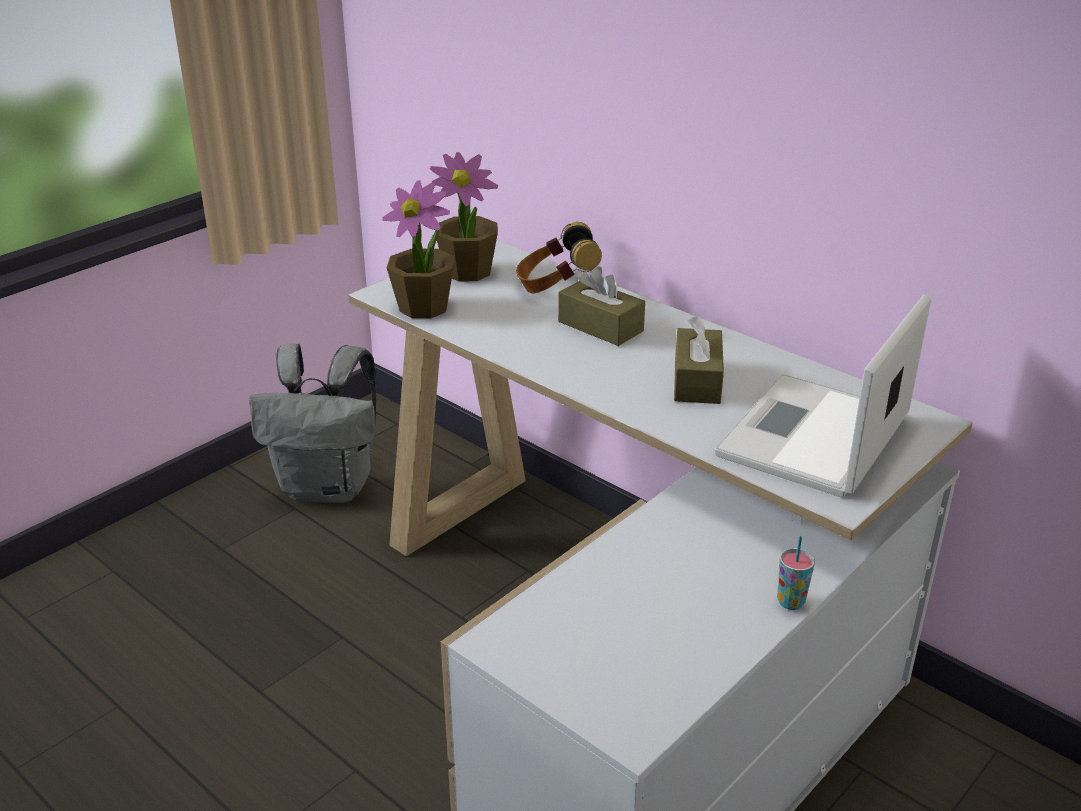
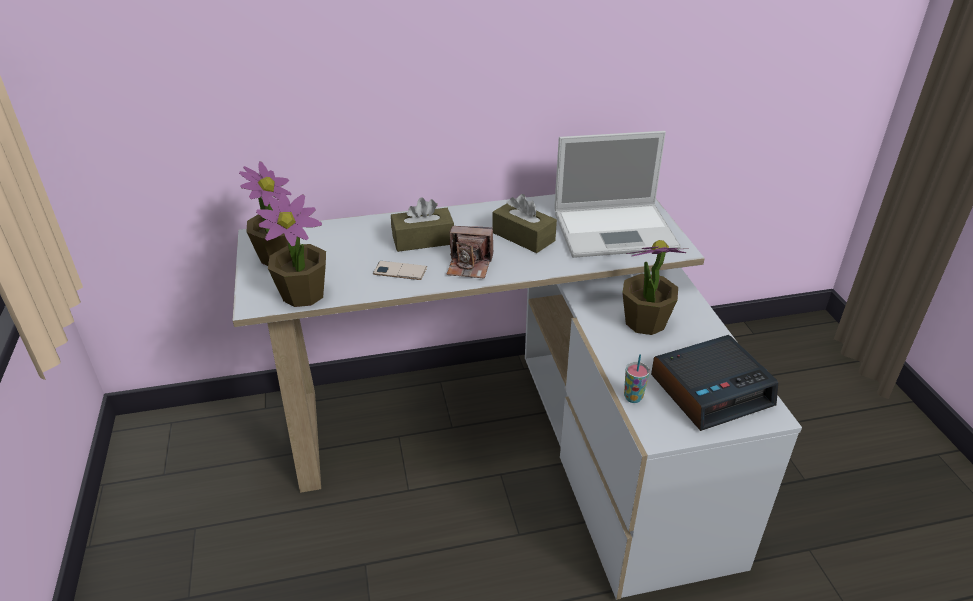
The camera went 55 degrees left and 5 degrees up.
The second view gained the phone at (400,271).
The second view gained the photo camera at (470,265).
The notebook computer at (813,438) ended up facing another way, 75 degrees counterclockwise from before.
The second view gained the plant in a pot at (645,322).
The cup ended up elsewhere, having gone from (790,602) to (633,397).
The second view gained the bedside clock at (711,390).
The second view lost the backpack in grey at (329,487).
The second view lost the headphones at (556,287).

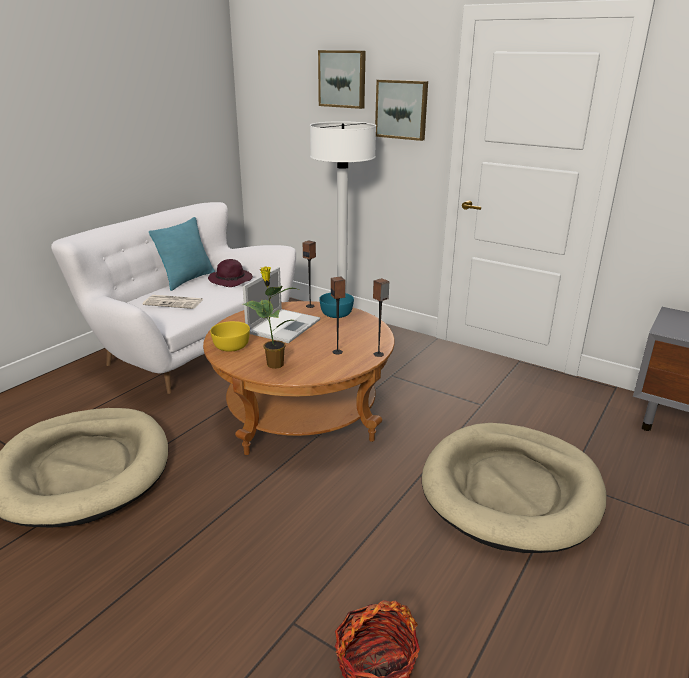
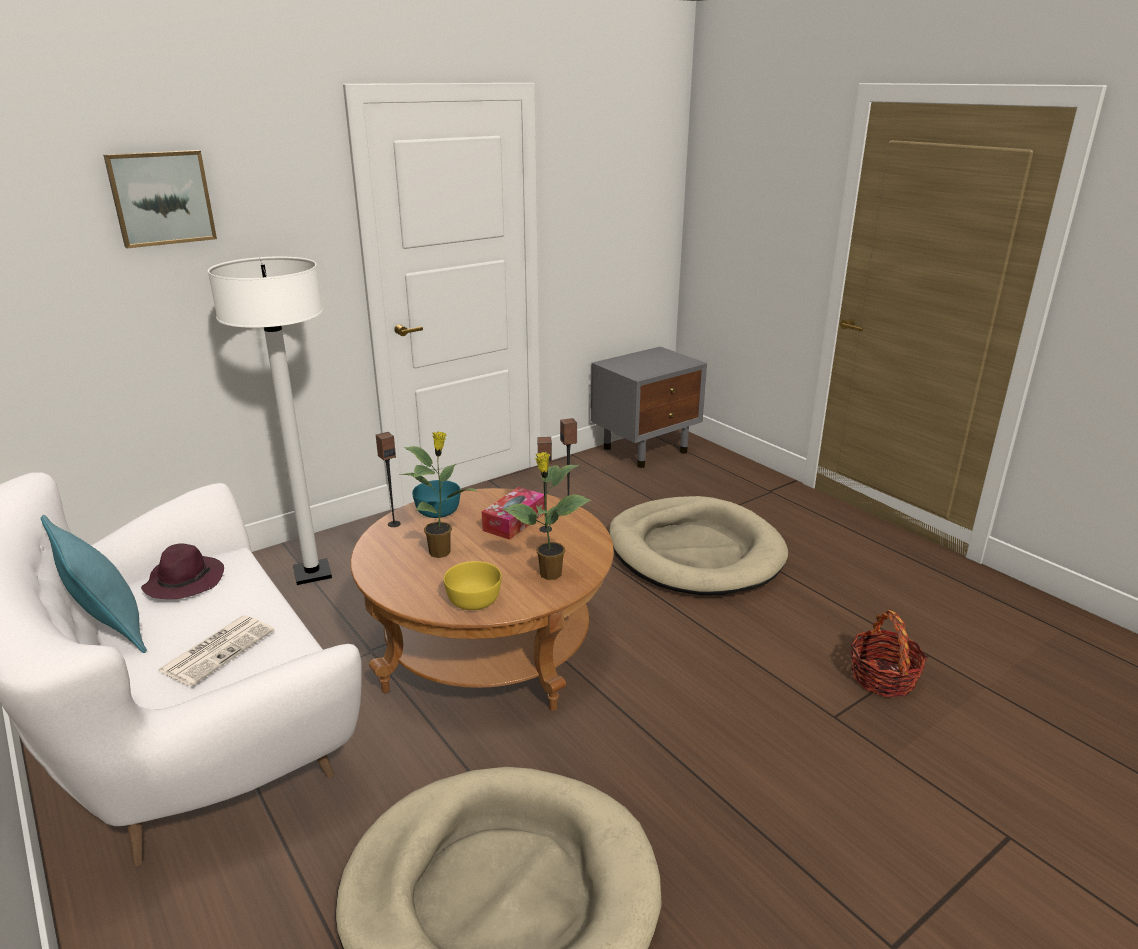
The camera went 70 degrees left and 0 degrees up.
Where the notebook computer stood at (284,325), the plant in a pot came to stand at (441,552).
The second view gained the box of tissues at (514,521).
The second view lost the wall art at (402,109).

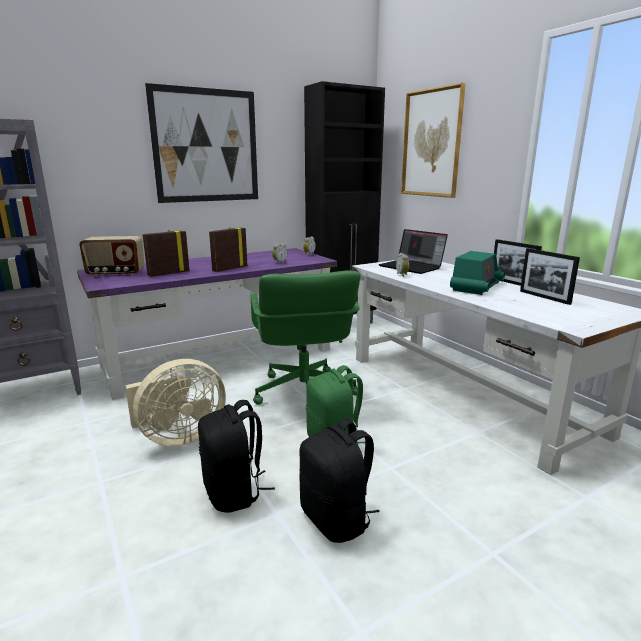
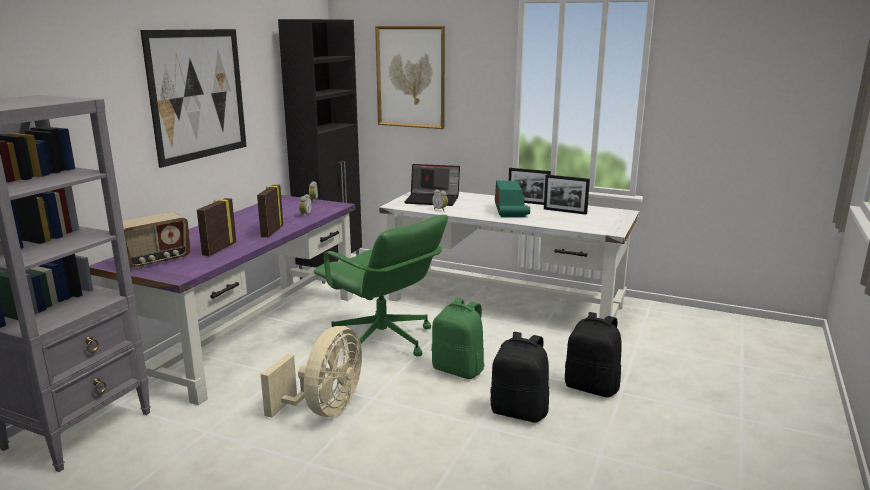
The camera went 35 degrees left and 0 degrees up.
The backpack in blackish ended up elsewhere, having gone from (234,492) to (592,387).

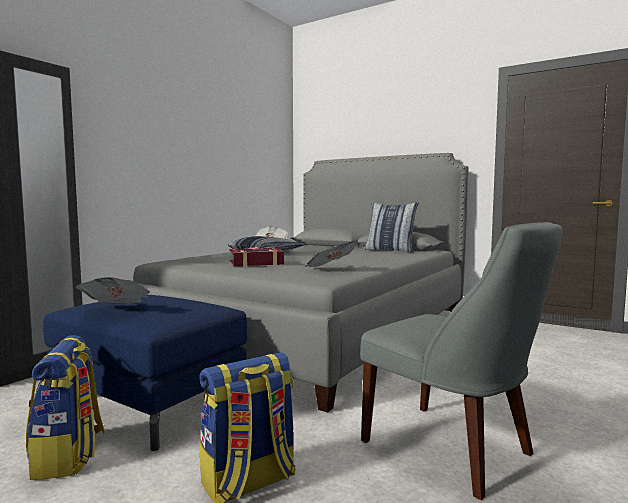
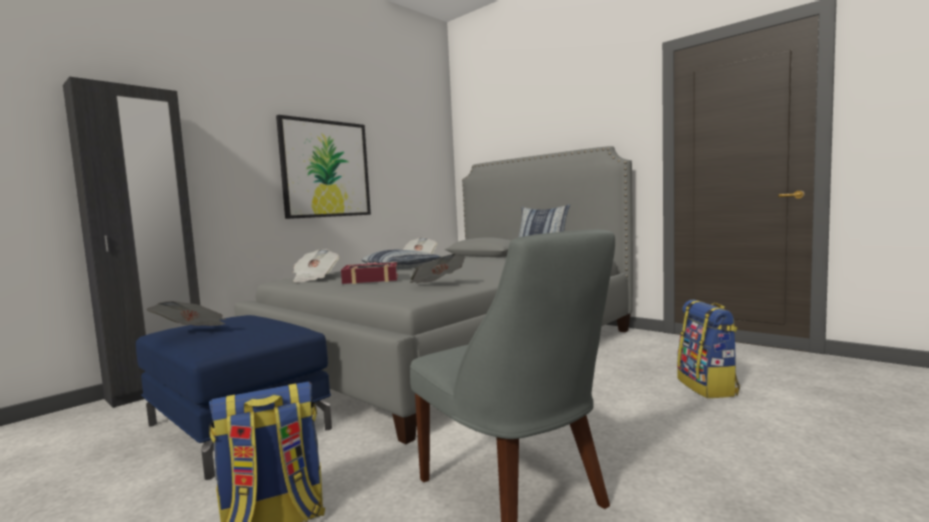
The camera went 10 degrees right and 0 degrees up.
The second view gained the wall art at (325,169).
The second view gained the printed paper at (314,278).
The backpack ended up elsewhere, having gone from (69,456) to (708,387).

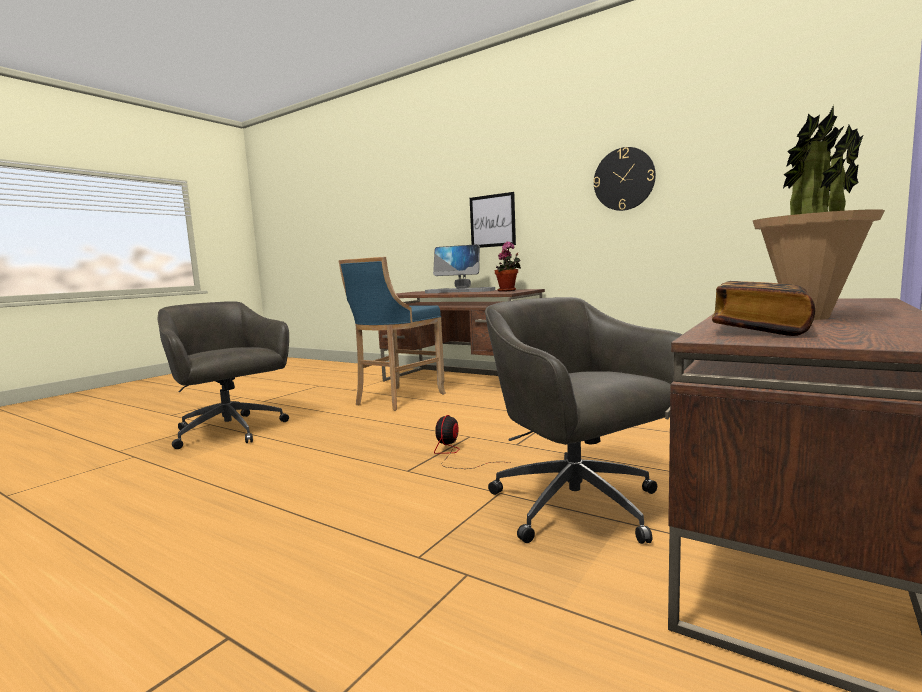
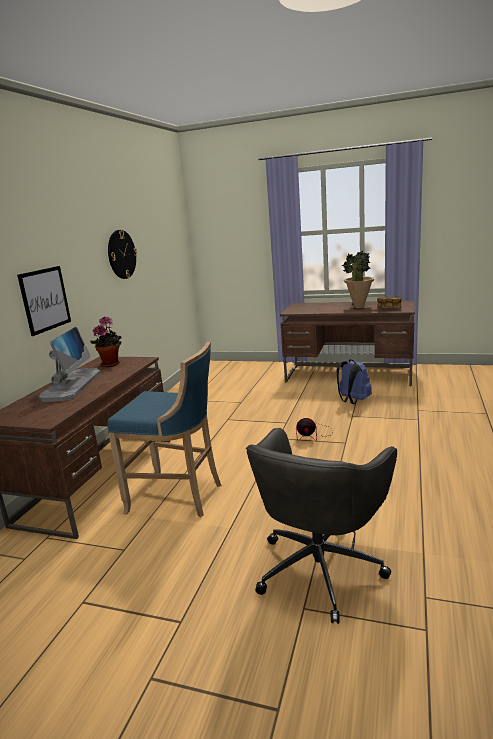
The camera went 105 degrees left and 10 degrees up.
Where the office chair in grey stood at (579,507), the backpack in blue-coloured came to stand at (352,401).

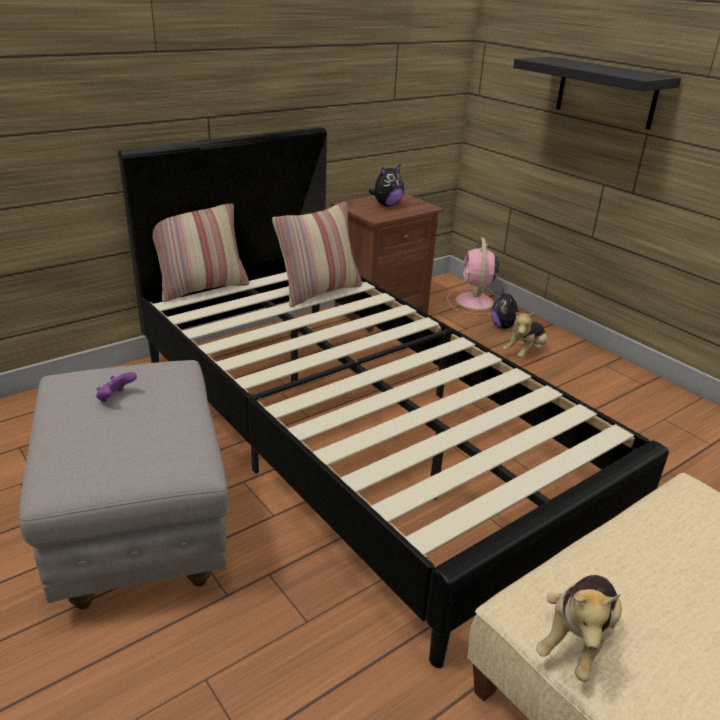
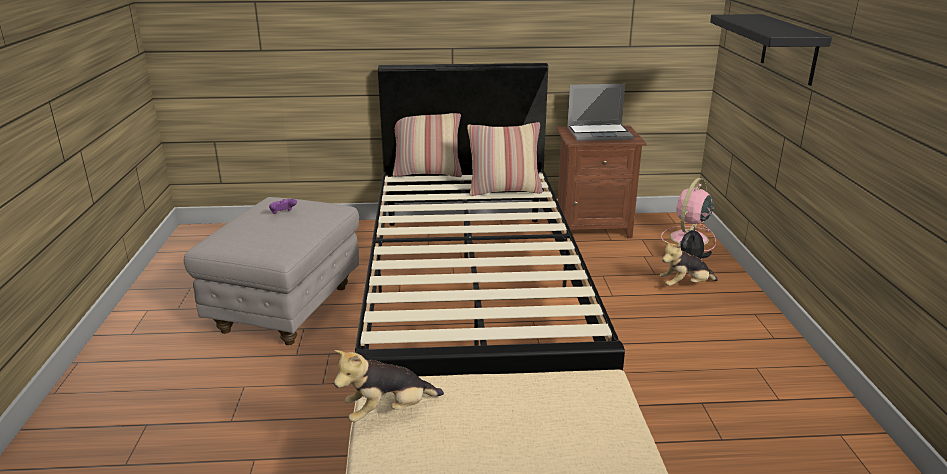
The camera went 35 degrees right and 5 degrees down.
Where the soft toy stood at (386,205), the notebook computer came to stand at (599,134).

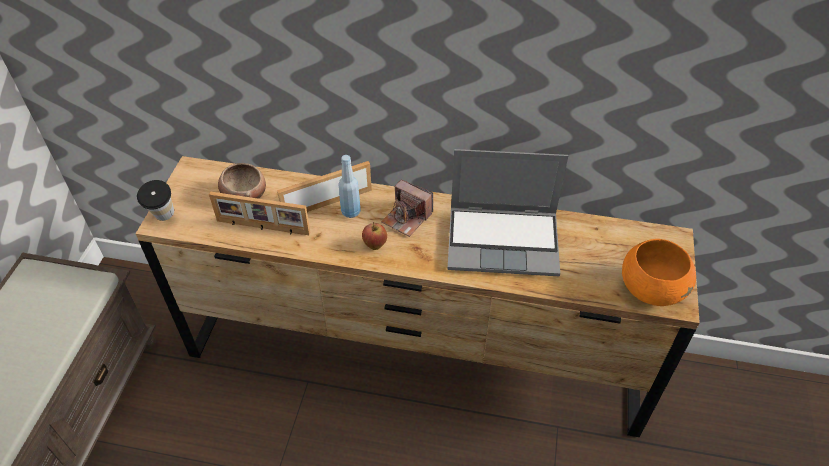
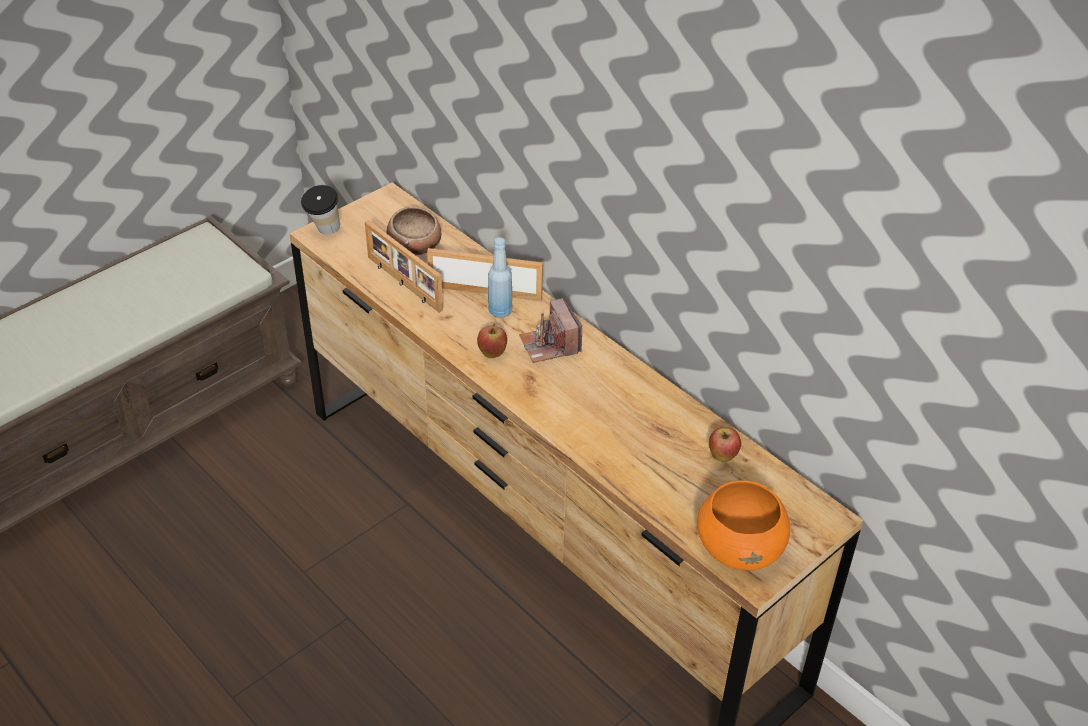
The camera went 35 degrees right and 5 degrees down.
The second view gained the apple at (722,457).
The second view lost the notebook computer at (504,241).

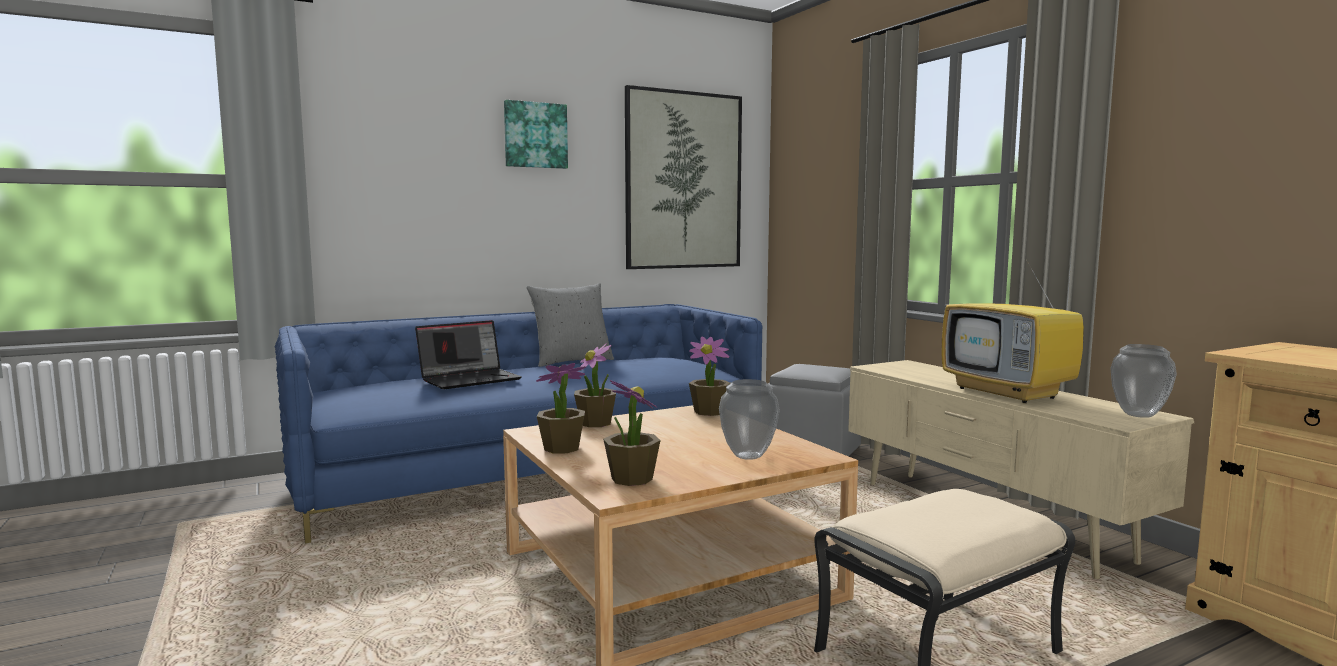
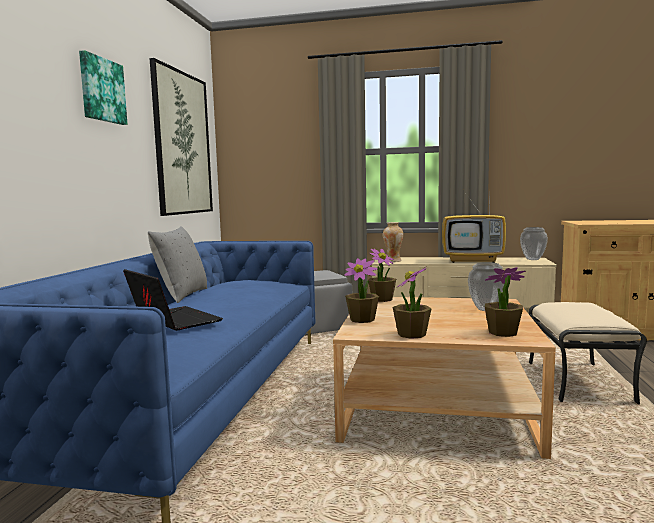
The camera went 50 degrees left and 0 degrees up.
The notebook computer at (470,379) ended up facing another way, 45 degrees counterclockwise from before.
The second view gained the decorative vase at (393,261).

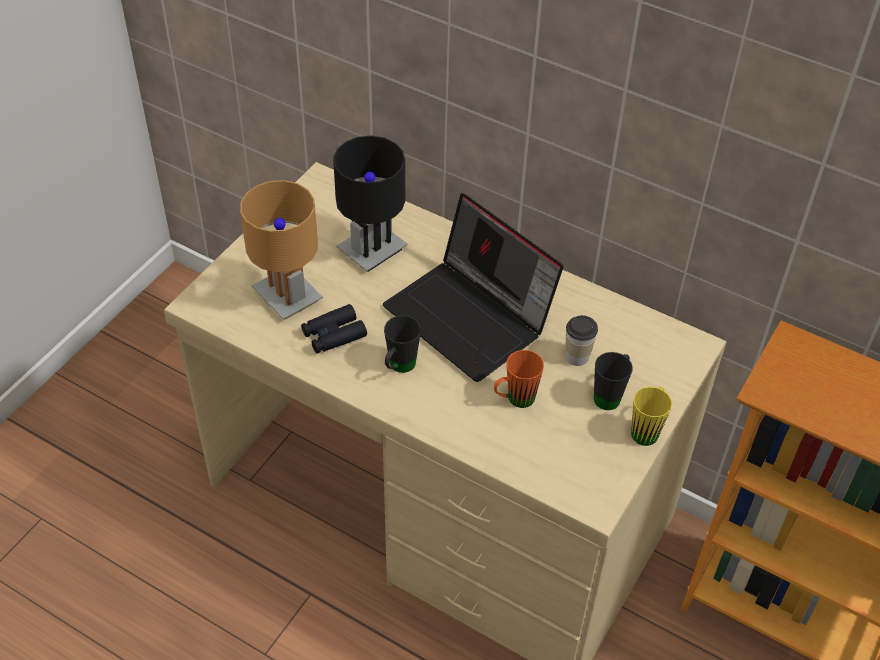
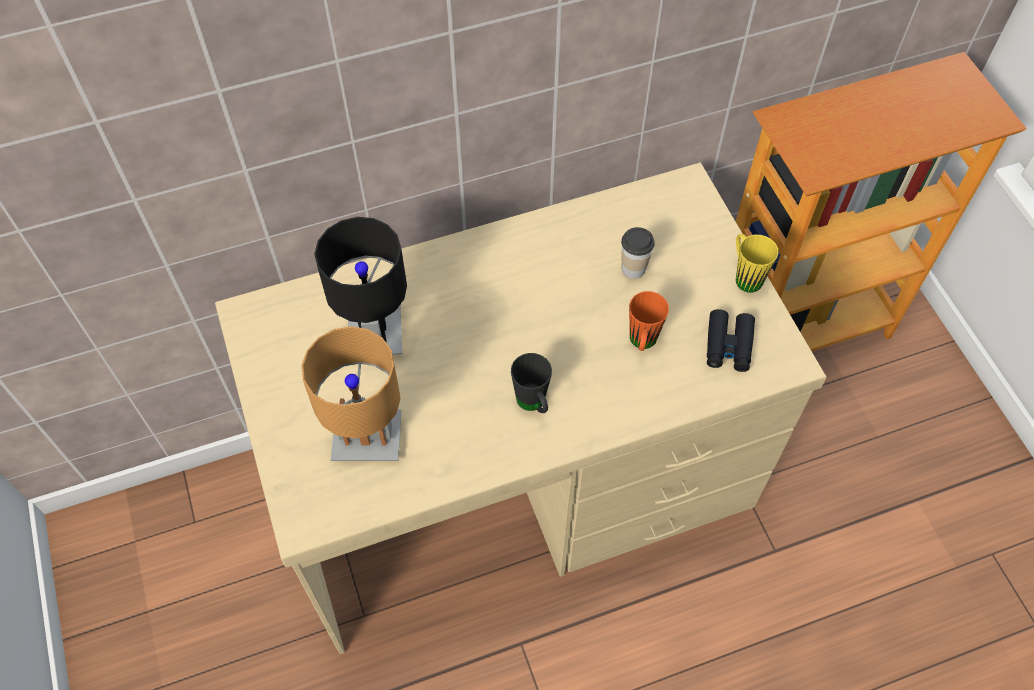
The camera went 50 degrees left and 10 degrees up.
The pair of binoculars in blackish ended up elsewhere, having gone from (334,335) to (728,345).
The second view lost the notebook computer at (471,317).
The second view lost the mug in blackish at (610,395).

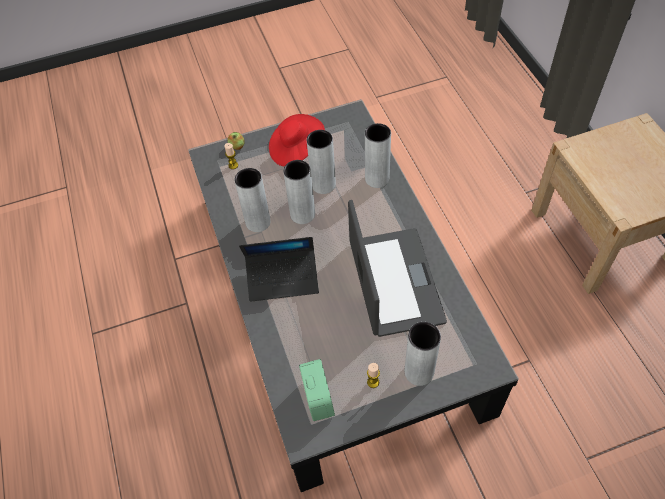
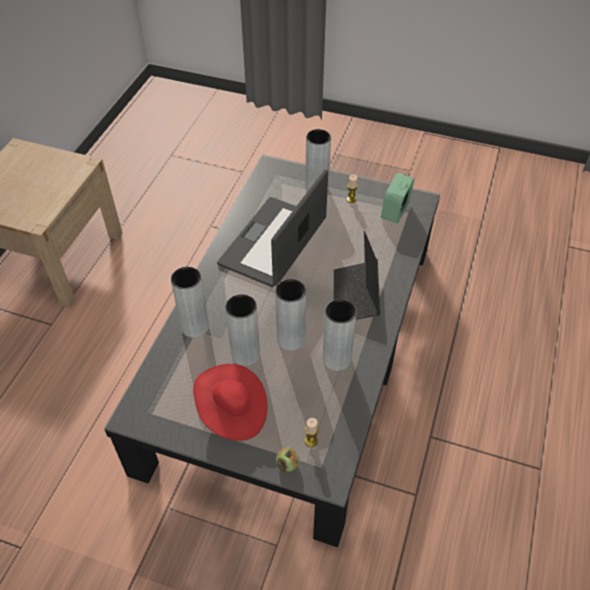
The camera went 145 degrees left and 5 degrees down.
The notebook computer at (283,278) ended up facing another way, 120 degrees counterclockwise from before.

